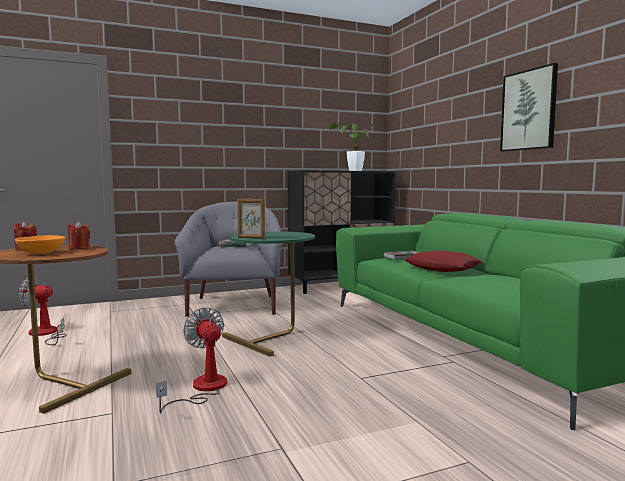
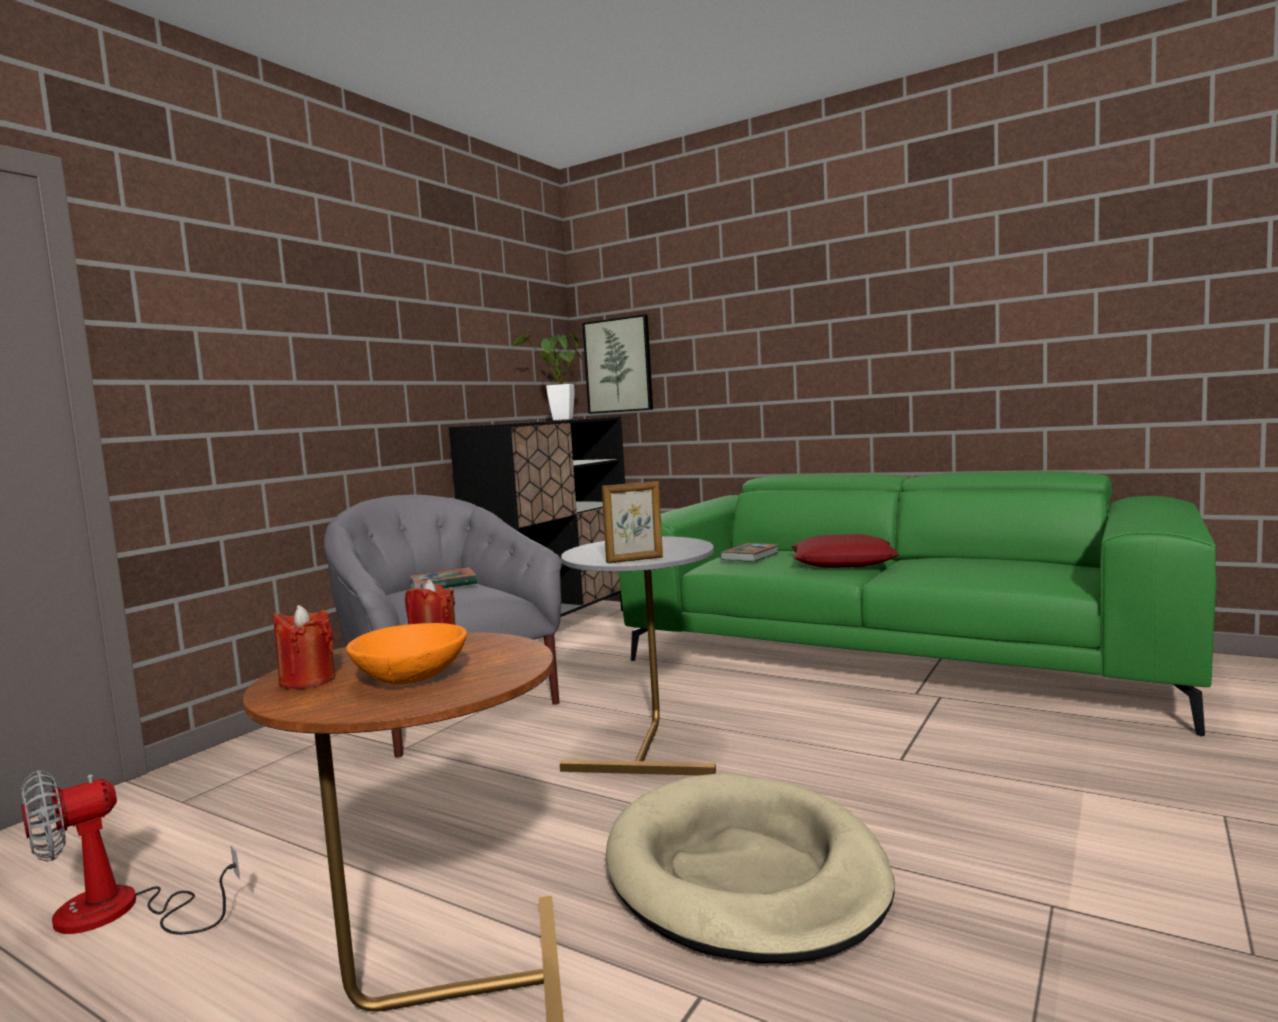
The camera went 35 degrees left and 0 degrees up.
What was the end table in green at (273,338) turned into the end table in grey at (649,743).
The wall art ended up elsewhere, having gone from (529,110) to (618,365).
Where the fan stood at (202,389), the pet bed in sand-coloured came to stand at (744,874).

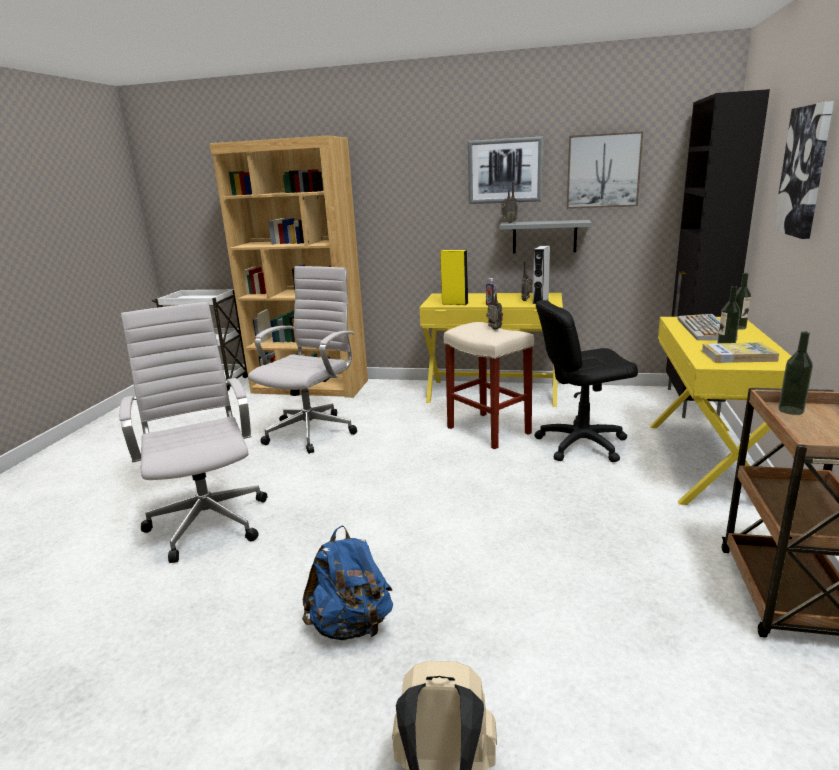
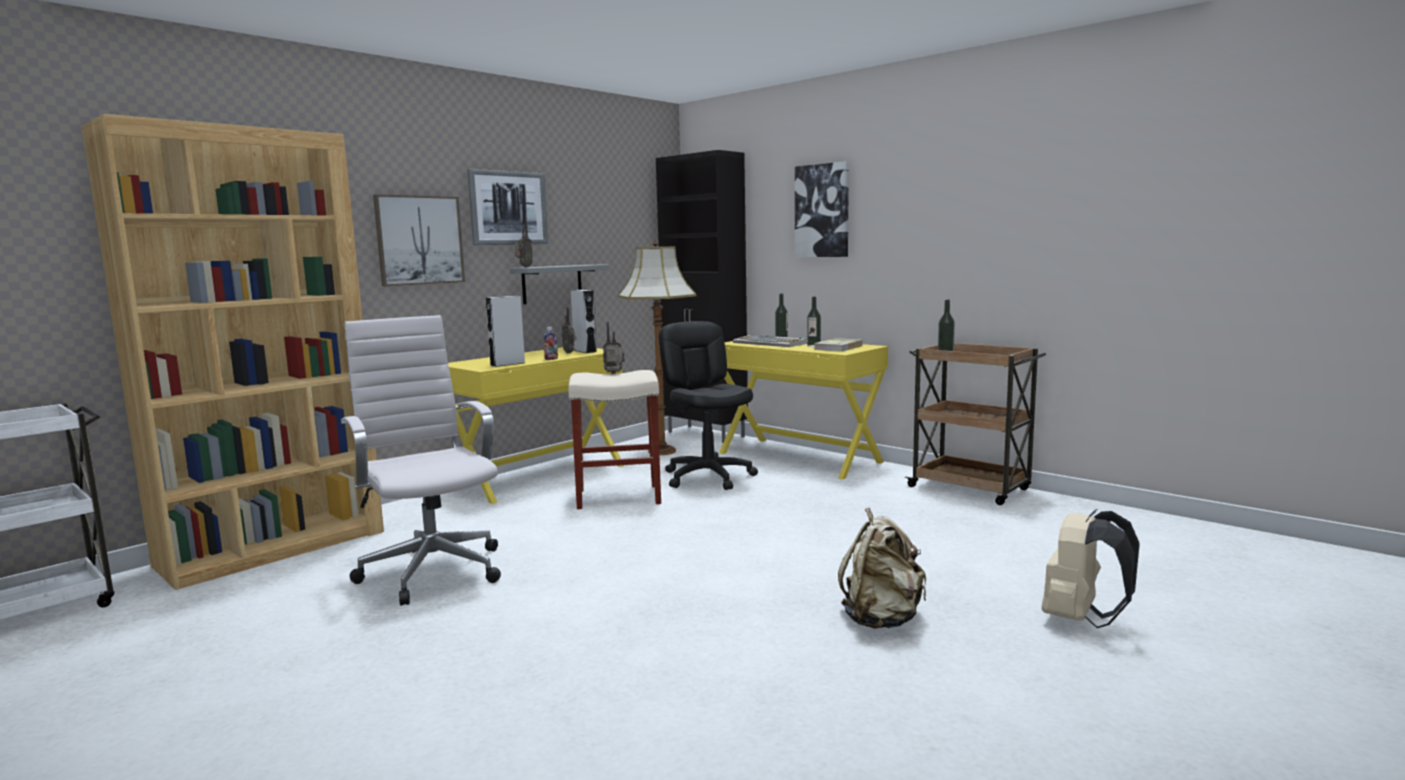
The camera went 60 degrees left and 10 degrees down.
The wall art ended up elsewhere, having gone from (603,171) to (419,240).
What was the speaker in yellow-coloured at (455,303) turned into the speaker in grey at (507,364).
The second view gained the standing lamp at (662,451).
The office chair in blackish at (581,444) ended up facing another way, 135 degrees clockwise from before.
What was the backpack in blue-coloured at (351,625) turned into the backpack in sand-coloured at (882,619).
The second view lost the office chair in white at (208,520).

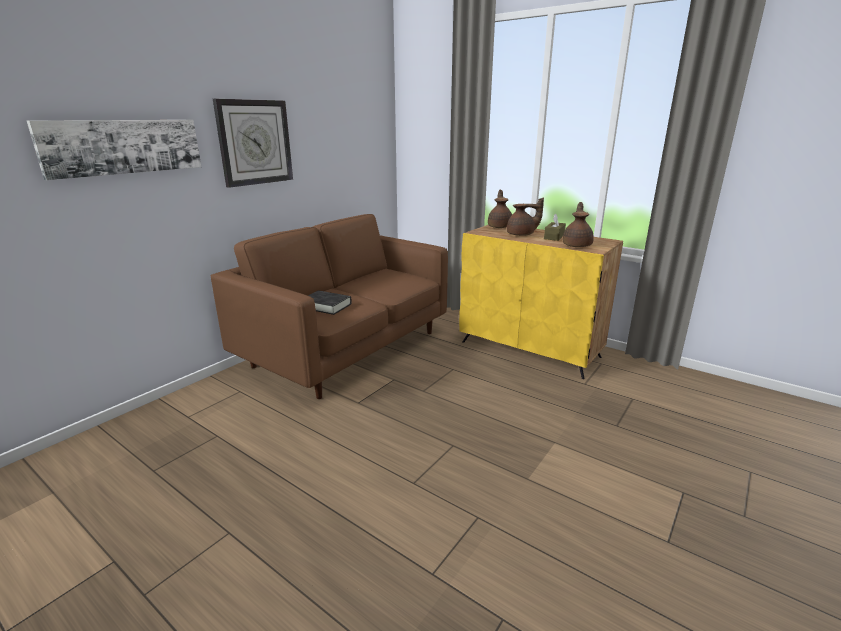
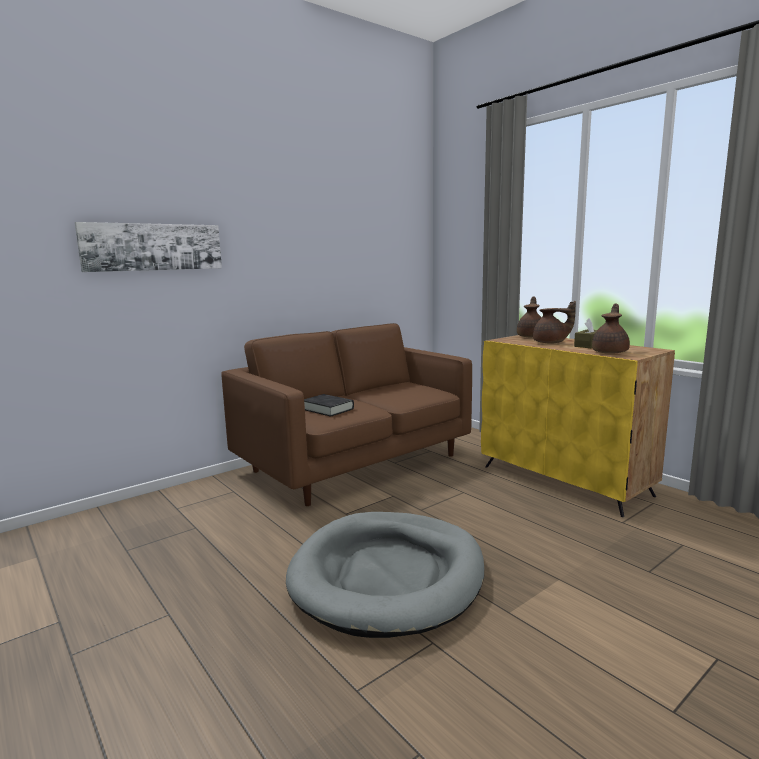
The camera went 15 degrees right and 10 degrees down.
The second view gained the pet bed in grey at (388,576).
The second view lost the hanging clock at (255,142).

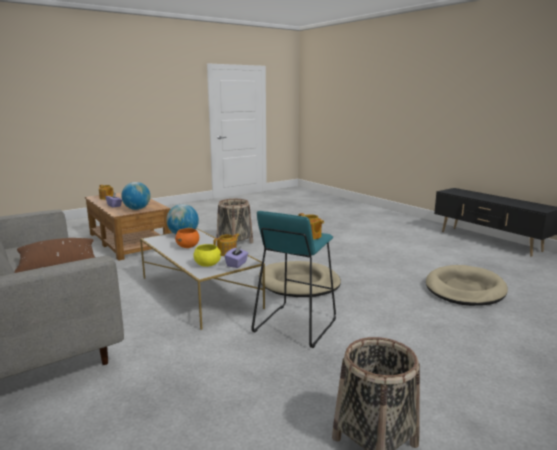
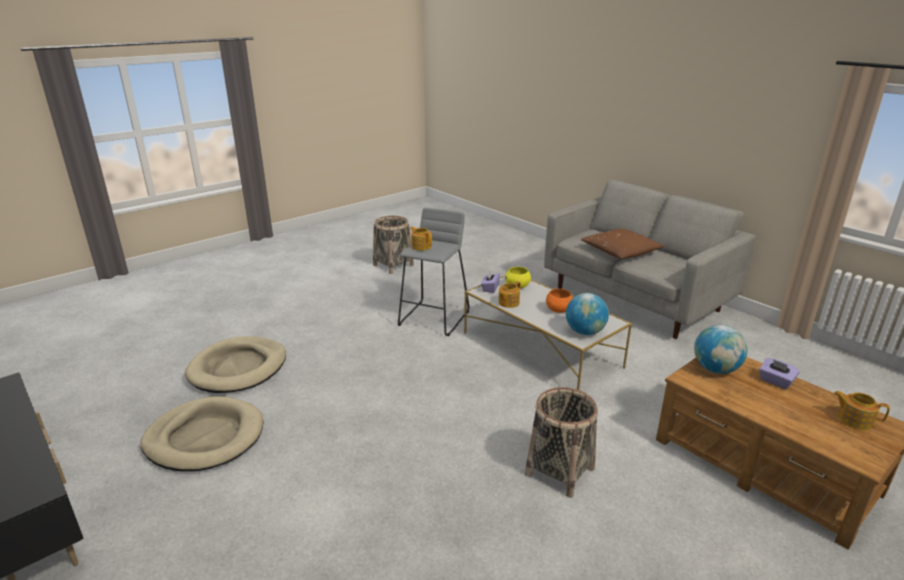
The camera went 175 degrees right and 10 degrees up.
The pet bed in sand-coloured ended up elsewhere, having gone from (299,283) to (205,437).
What was the sitting stool in blue-green at (294,325) turned into the sitting stool in grey at (434,318).

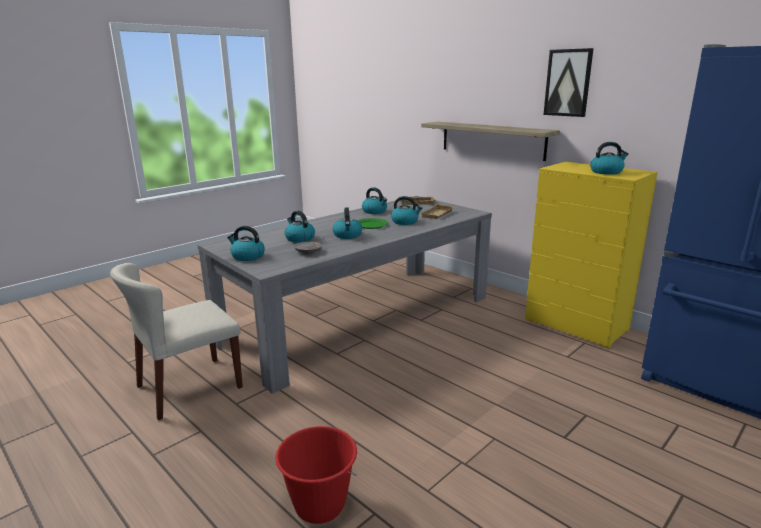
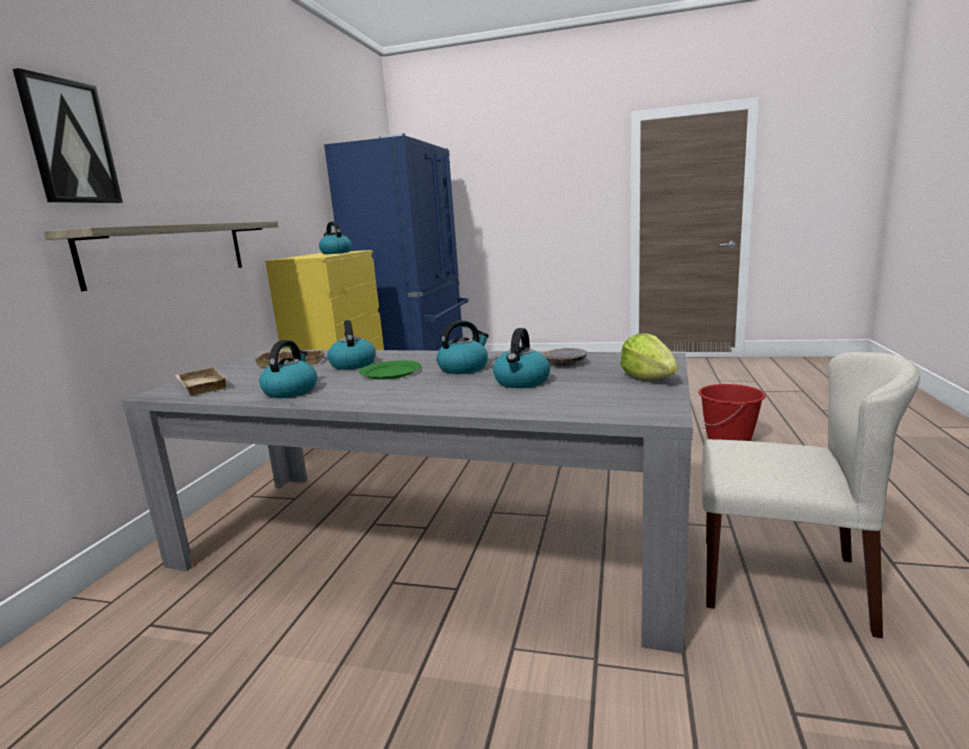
The camera went 120 degrees left and 5 degrees down.
The wall art ended up elsewhere, having gone from (568,83) to (69,142).
Where the tea kettle stood at (247,256), the lettuce head came to stand at (648,378).

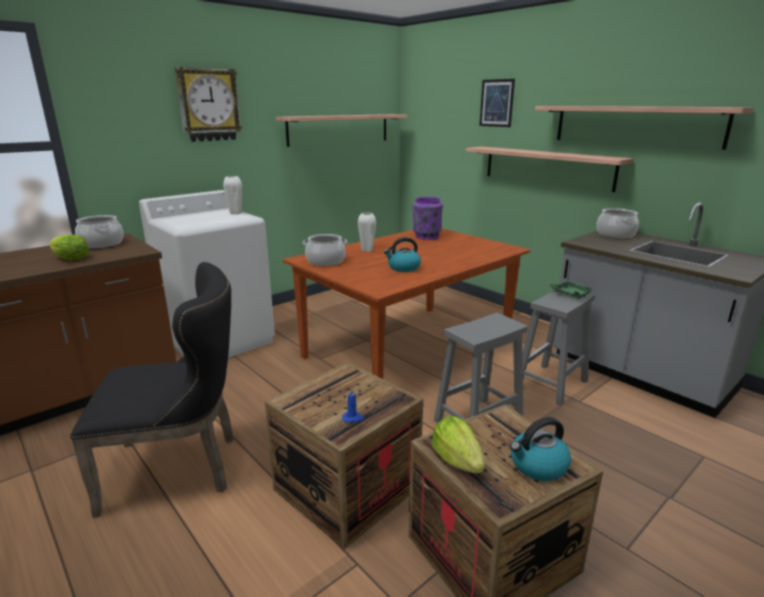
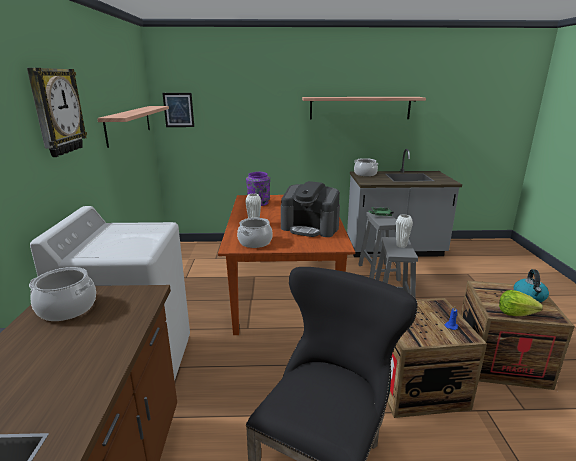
The camera went 50 degrees left and 0 degrees up.
The wall art ended up elsewhere, having gone from (496,103) to (178,110).
Where the tea kettle stood at (403,268), the coffee machine came to stand at (310,228).
The decorative vase in white ended up elsewhere, having gone from (235,213) to (401,245).
The second view lost the lettuce head at (70,259).
The second view lost the shelf at (547,167).

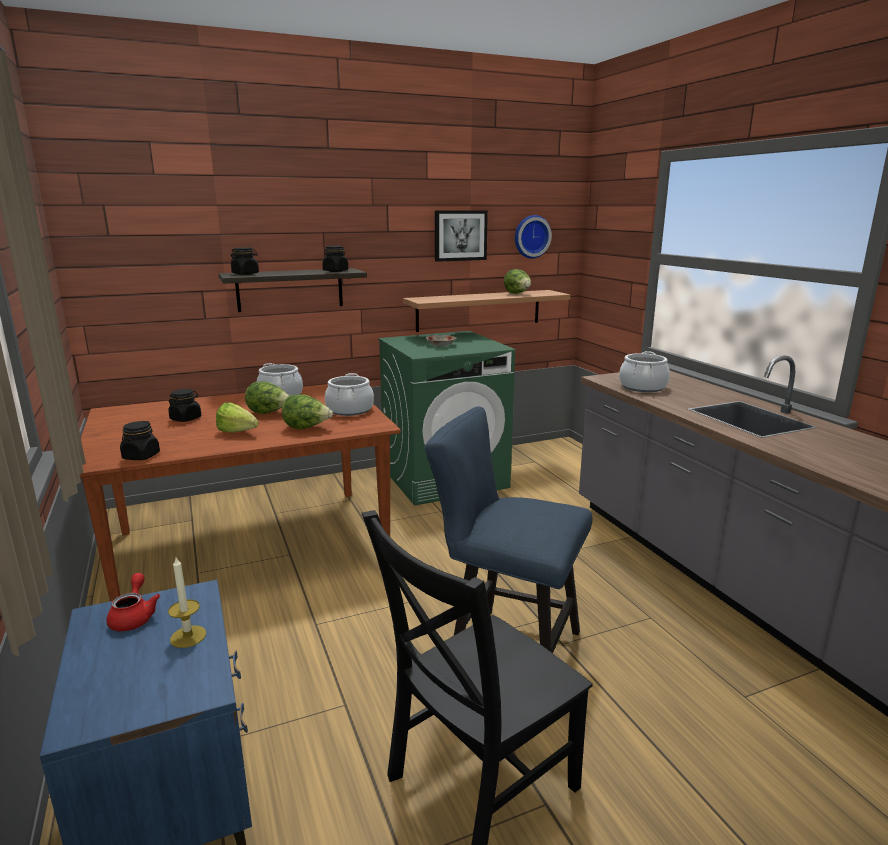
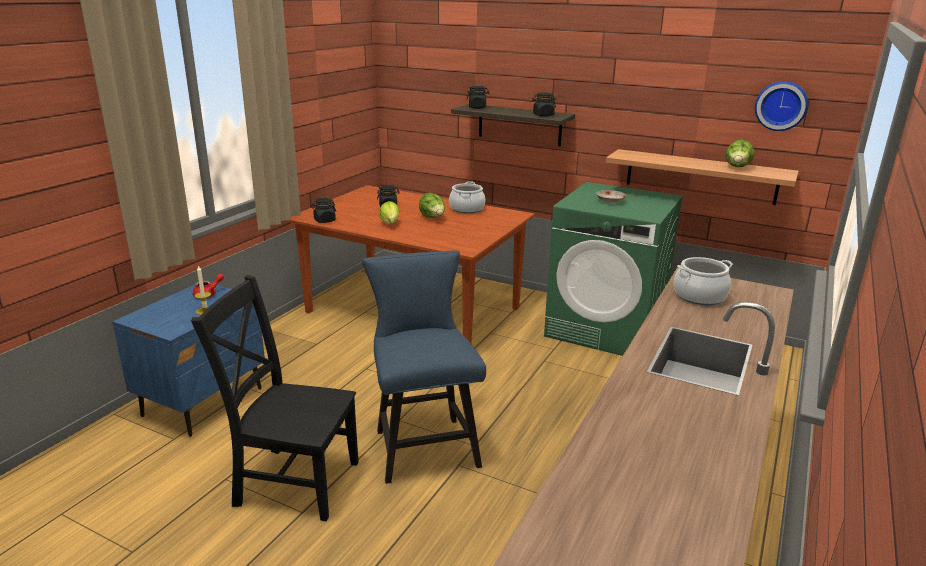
The camera went 50 degrees right and 5 degrees up.
The second view lost the lettuce head at (307,428).
The second view lost the saucepot at (349,410).
The second view lost the wall art at (460,235).

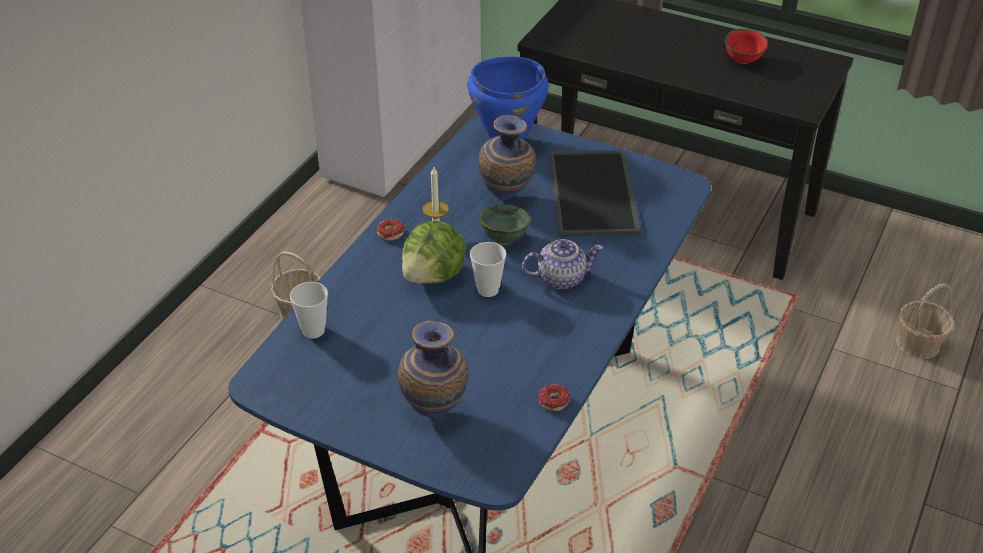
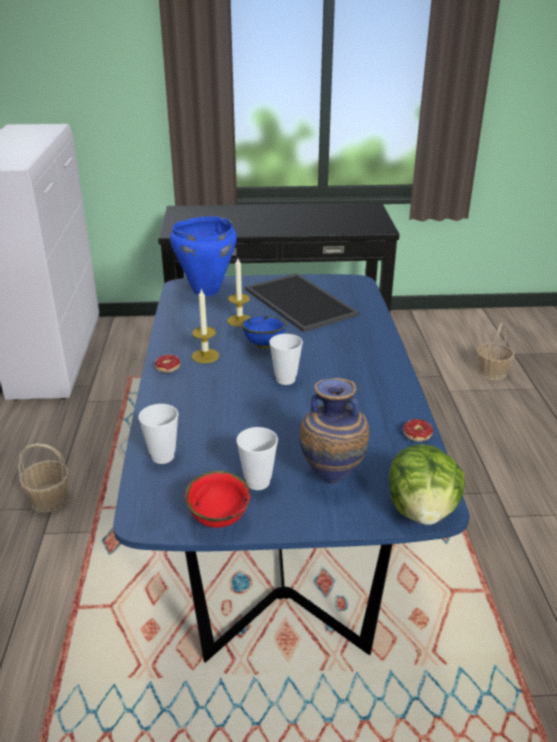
The camera went 30 degrees left and 10 degrees down.
The bowl in red ended up elsewhere, having gone from (744,61) to (219,519).
Where the decorative vase stood at (507,197), the candle came to stand at (239,320).
The second view gained the cup at (258,482).
What was the bowl in green at (503,239) turned into the bowl in blue-coloured at (263,345).
The lettuce head ended up elsewhere, having gone from (434,276) to (422,510).
The second view lost the tea pot at (560,278).

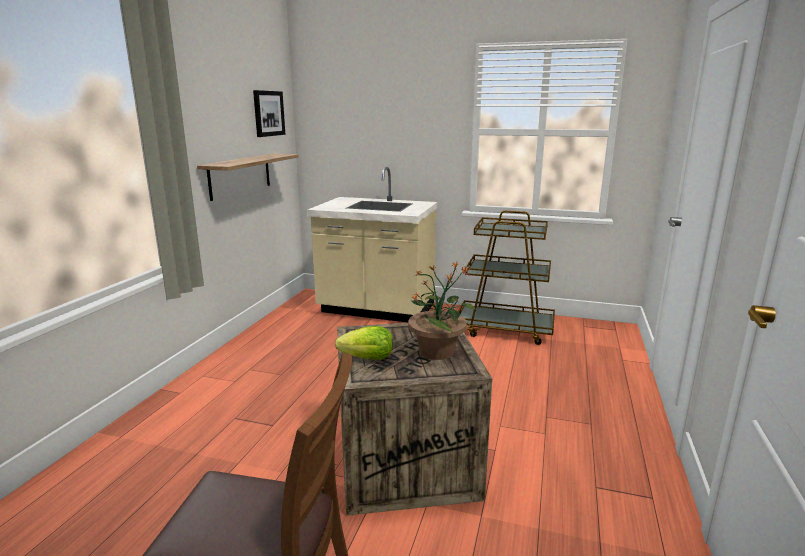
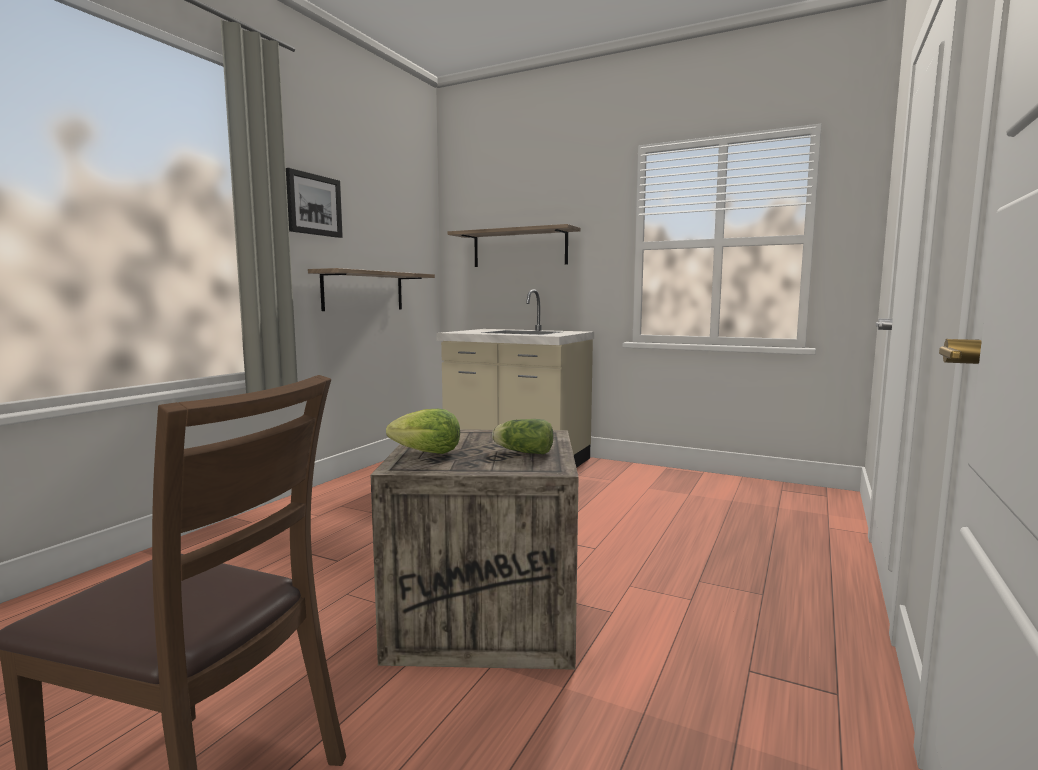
The camera went 10 degrees right and 10 degrees down.
The wall art ended up elsewhere, having gone from (268,113) to (313,205).
The second view gained the shelf at (519,248).
Where the plant in a pot stood at (437,351), the lettuce head came to stand at (522,452).
The second view lost the cart in brown at (505,329).

